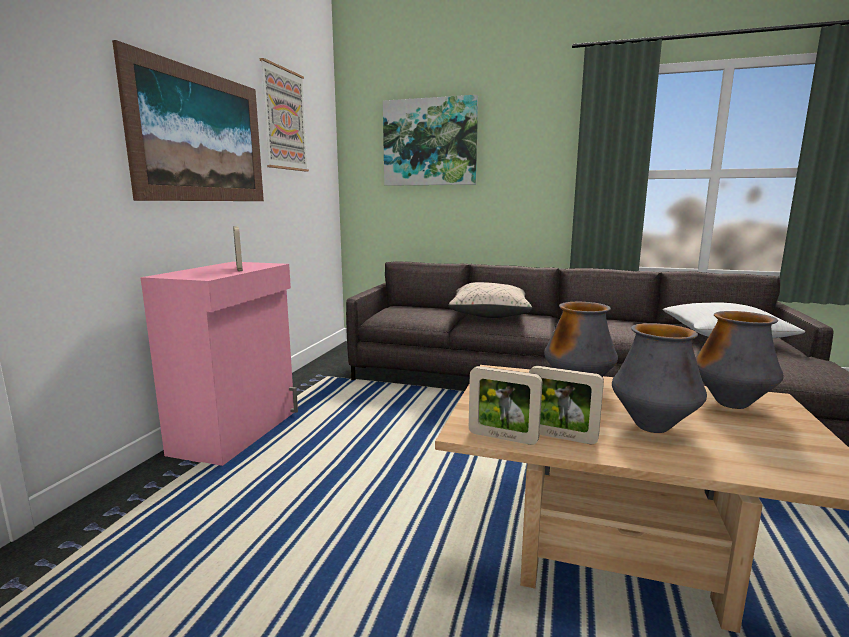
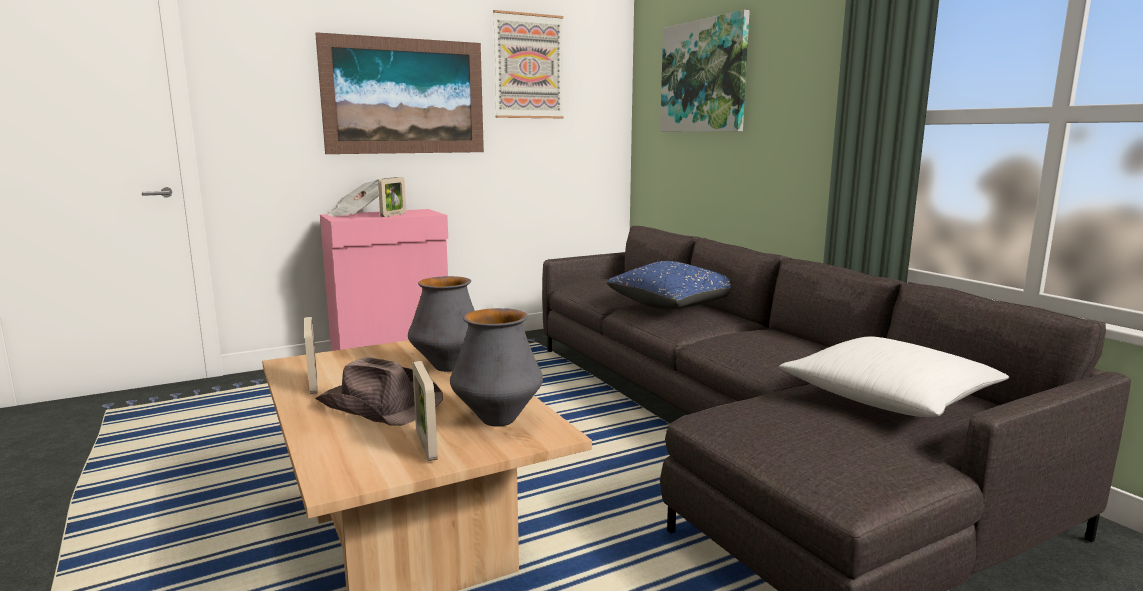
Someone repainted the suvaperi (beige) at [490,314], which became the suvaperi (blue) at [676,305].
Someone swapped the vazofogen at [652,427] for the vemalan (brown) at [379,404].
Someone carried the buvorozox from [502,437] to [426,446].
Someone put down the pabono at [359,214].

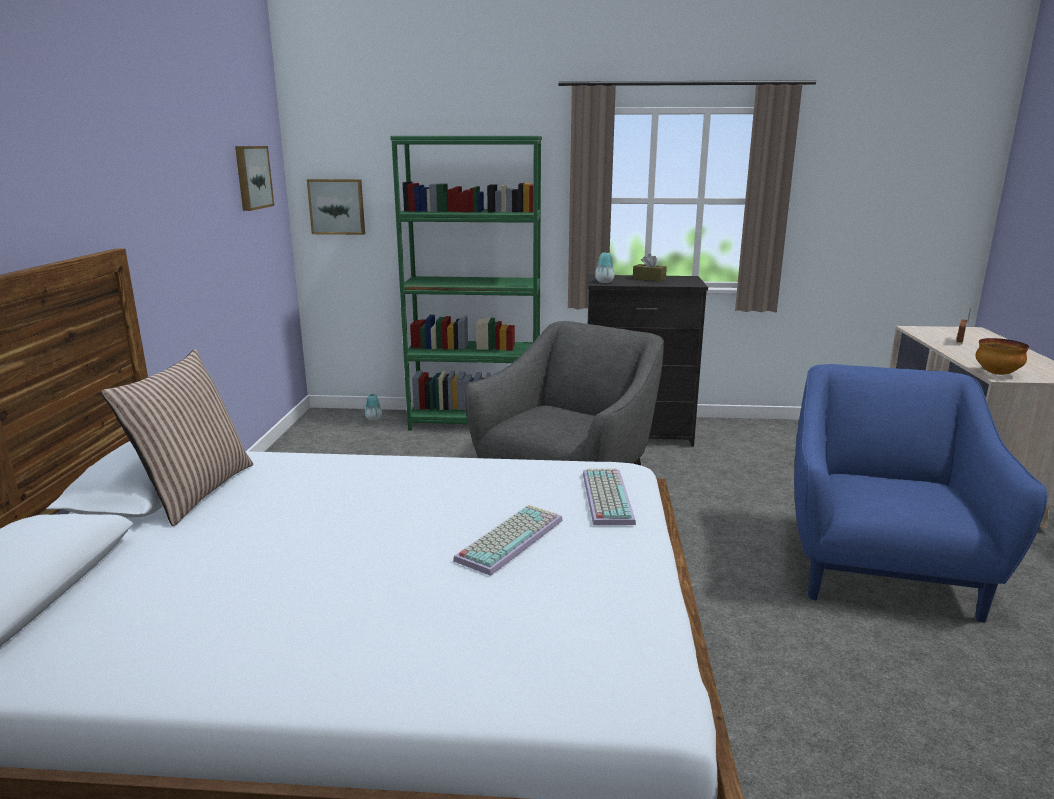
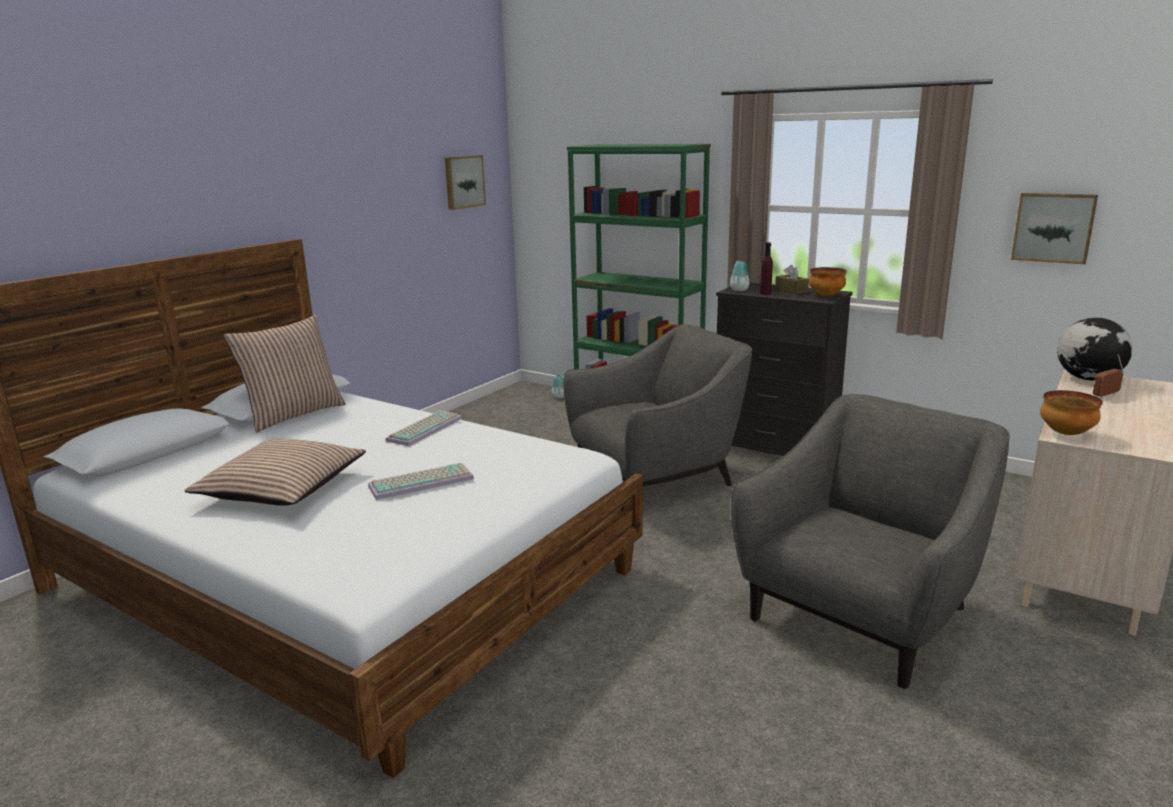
Someone carried the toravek from [337,206] to [1053,227].
Someone repainted the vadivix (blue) at [879,566], which became the vadivix (grey) at [862,614].
Someone carried the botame from [605,497] to [424,429].
Someone put down the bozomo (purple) at [765,293].
Someone put down the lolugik at [826,295].
Someone put down the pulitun at [1088,379].
Someone put down the suvaperi at [282,488].

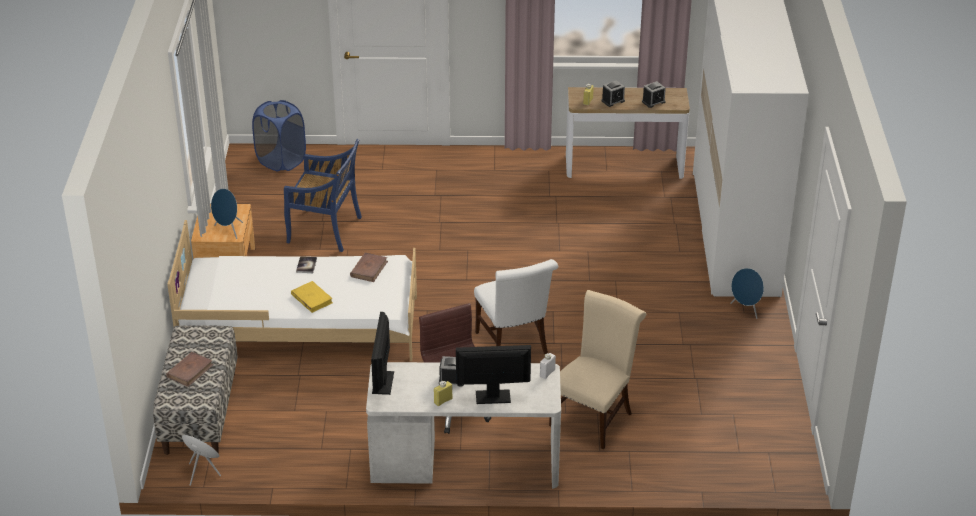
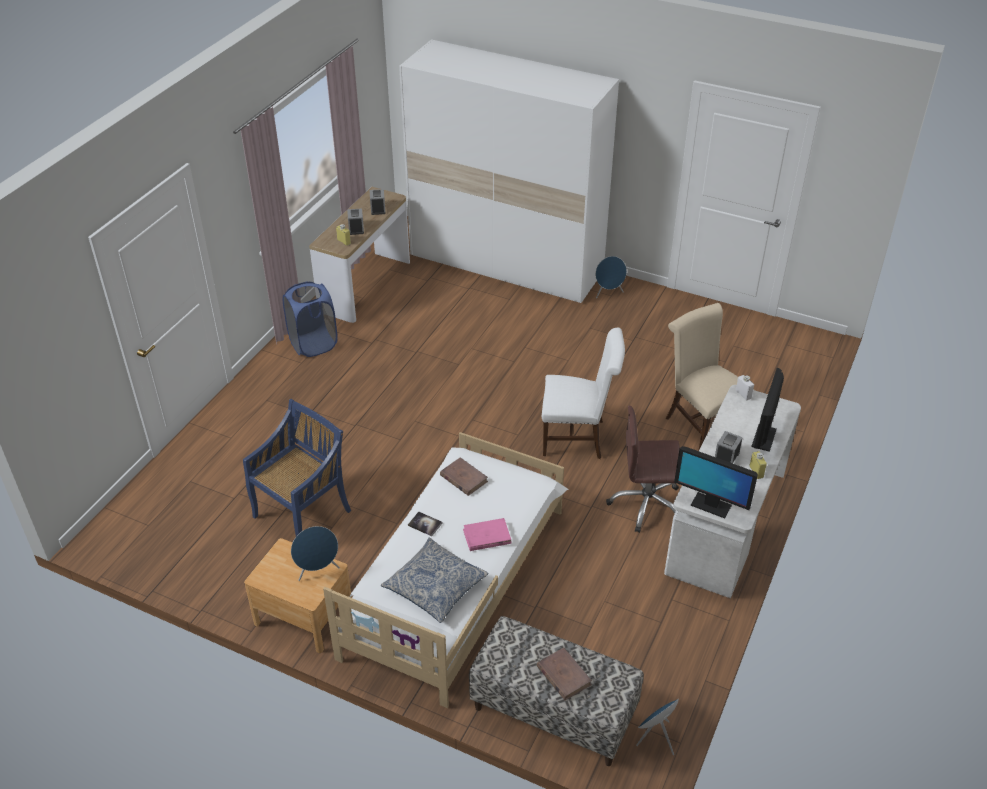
Someone carried the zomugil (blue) from [281,161] to [313,344].
Someone repainted the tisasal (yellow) at [311,299], which became the tisasal (pink) at [486,537].
Someone put down the suvaperi at [435,586].

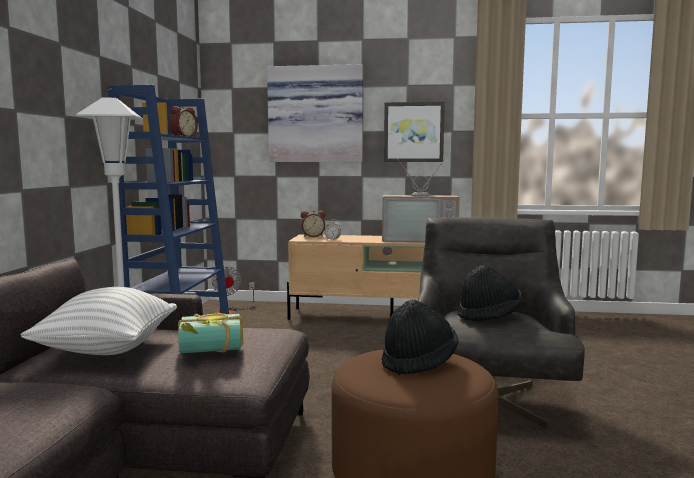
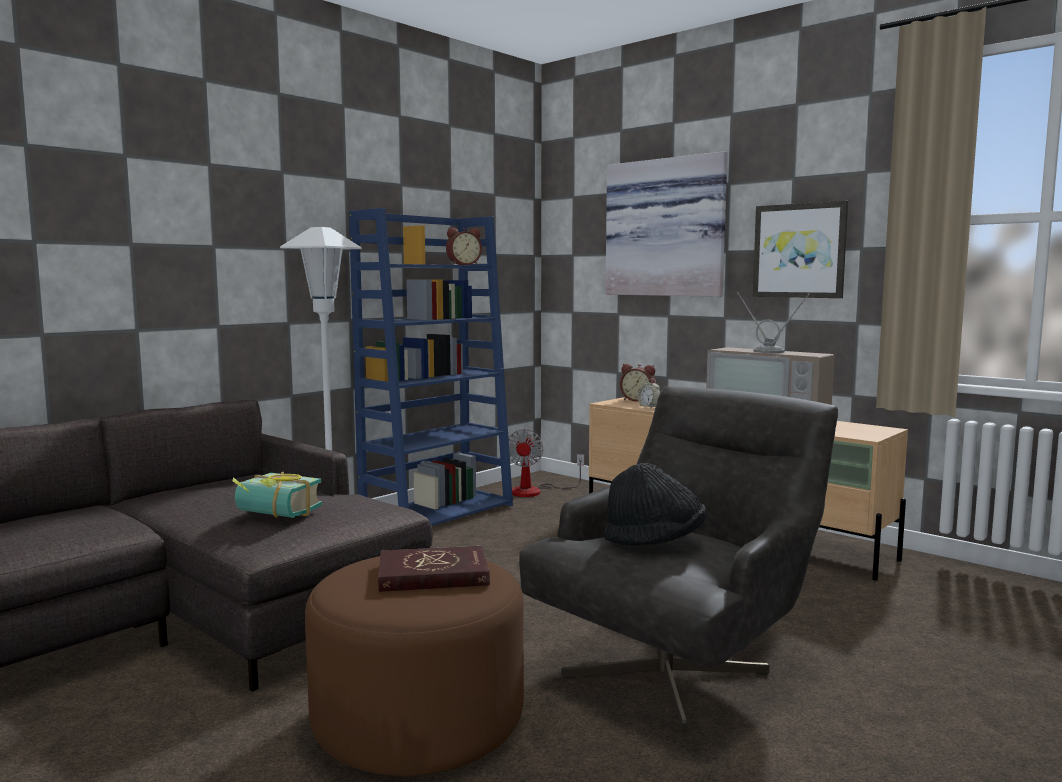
Someone took away the suvaperi (white) at [107,349].
Someone swapped the vemalan (black) at [418,362] for the tisasal (red) at [433,574].

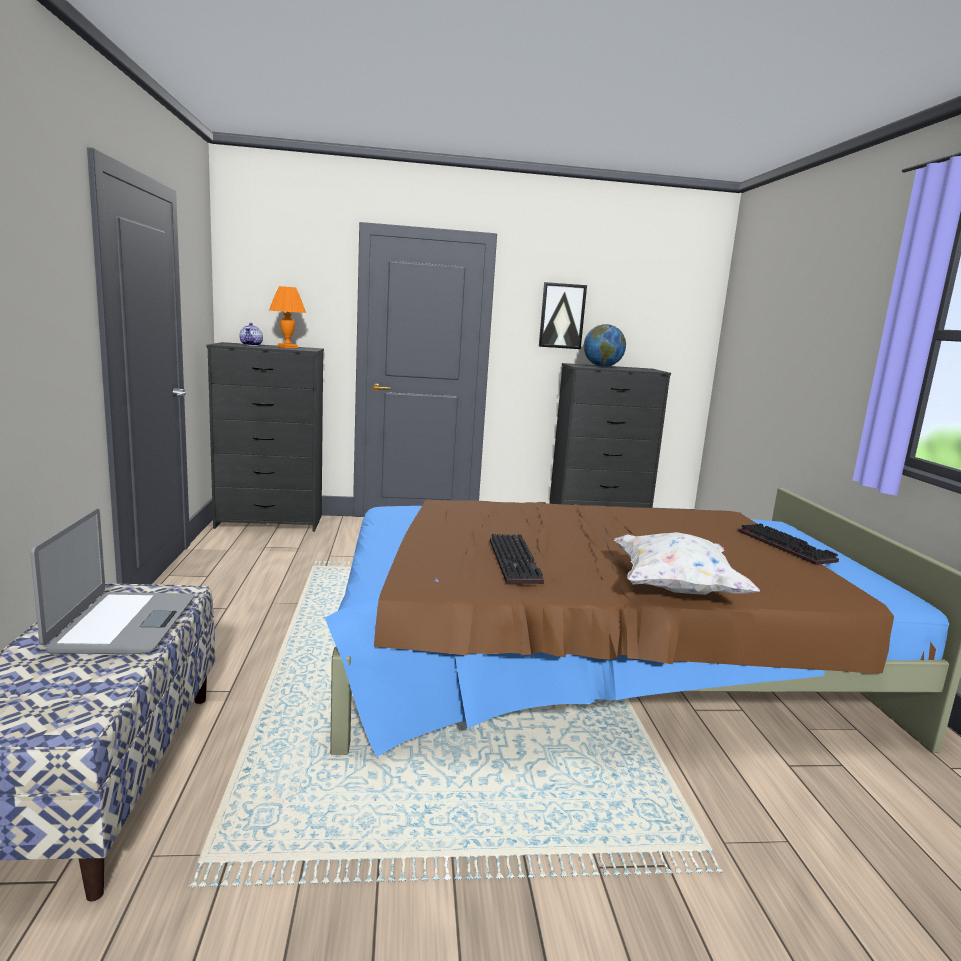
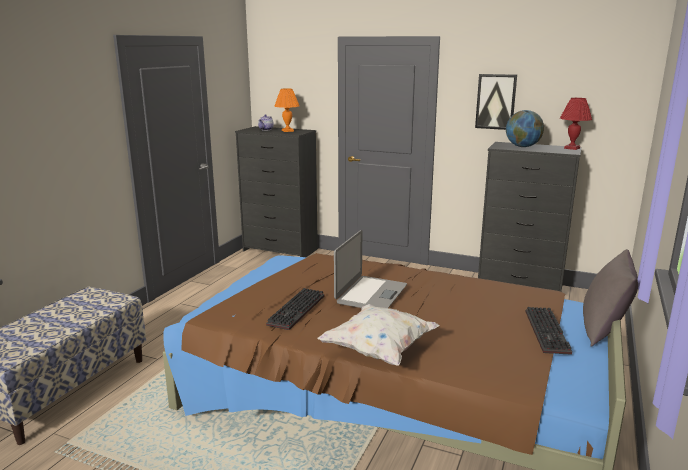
Someone carried the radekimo from [123,624] to [370,294].
Someone put down the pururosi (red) at [572,148].
Someone put down the suvaperi (grey) at [603,330].

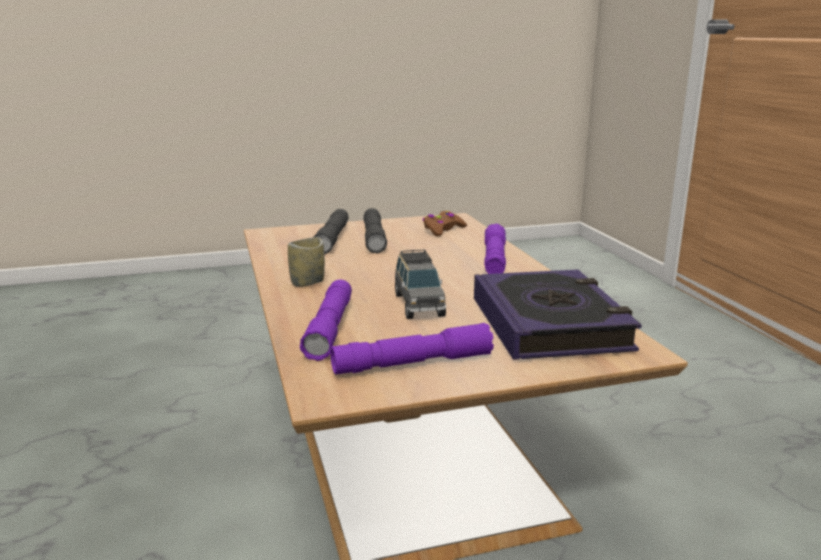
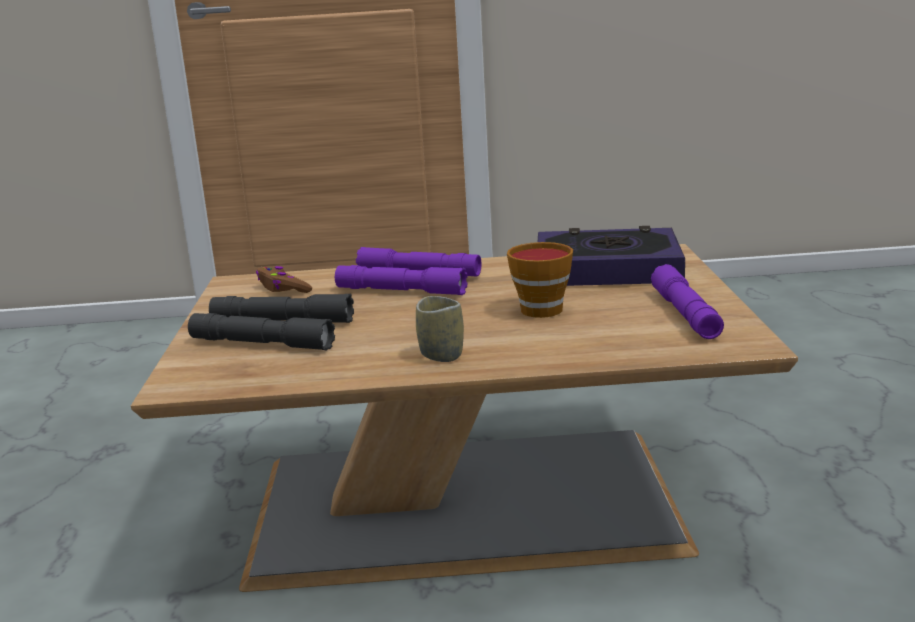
Someone swapped the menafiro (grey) at [418,304] for the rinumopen at [541,308].
Someone carried the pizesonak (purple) from [330,328] to [401,291].

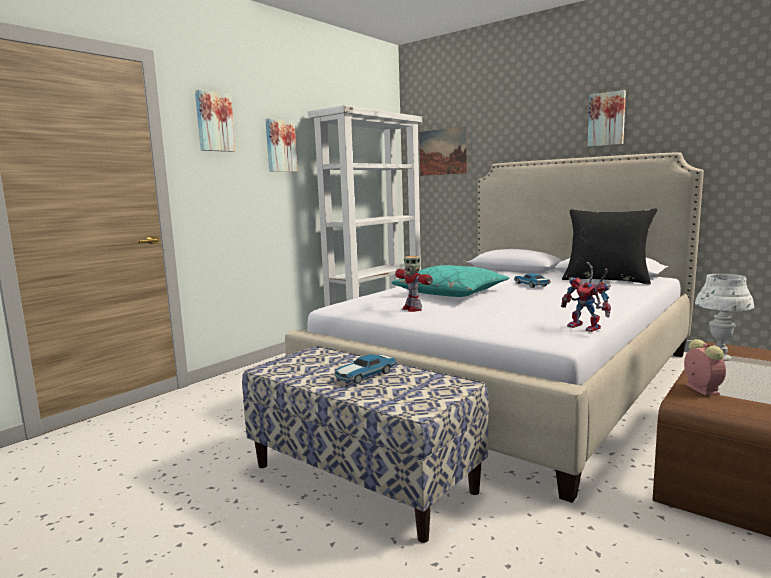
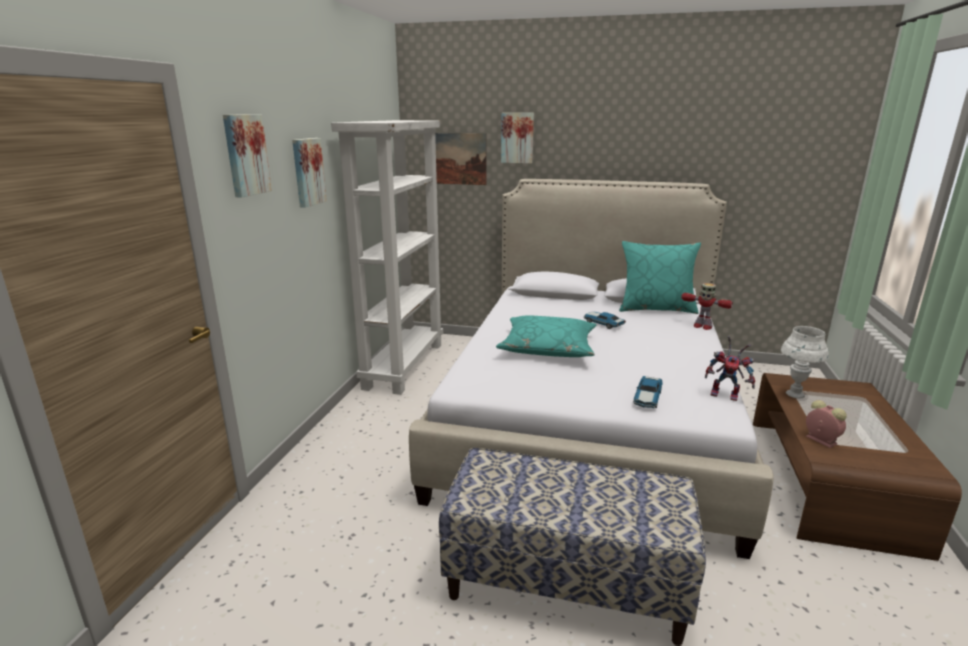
Someone carried the toravek from [606,119] to [517,138].
Someone repainted the suvaperi (black) at [606,280], which became the suvaperi (turquoise) at [656,308].
Someone carried the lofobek from [412,309] to [702,326].
Someone carried the menafiro from [364,375] to [647,398].

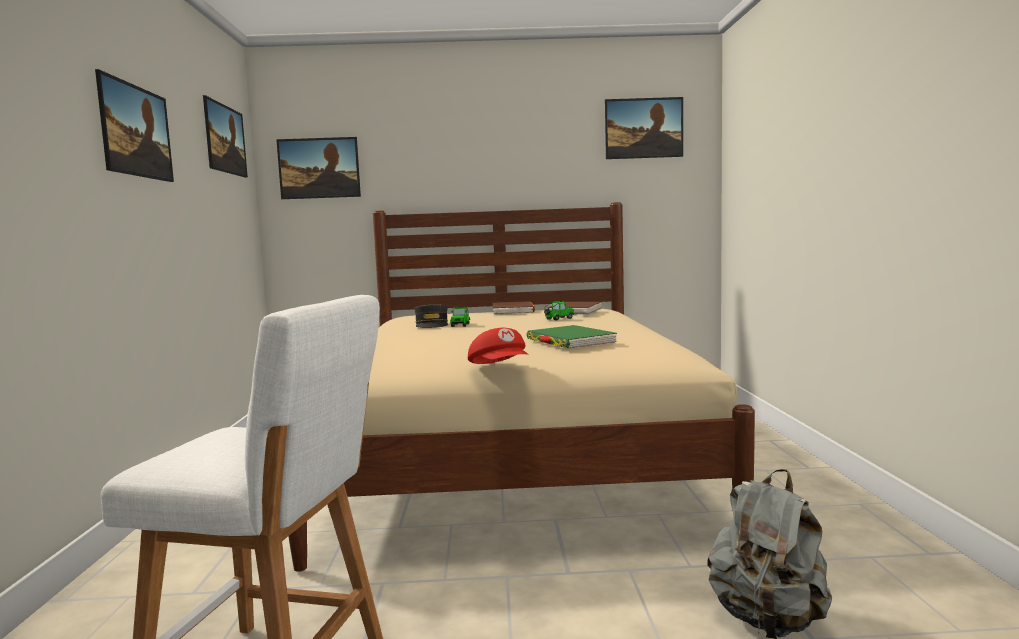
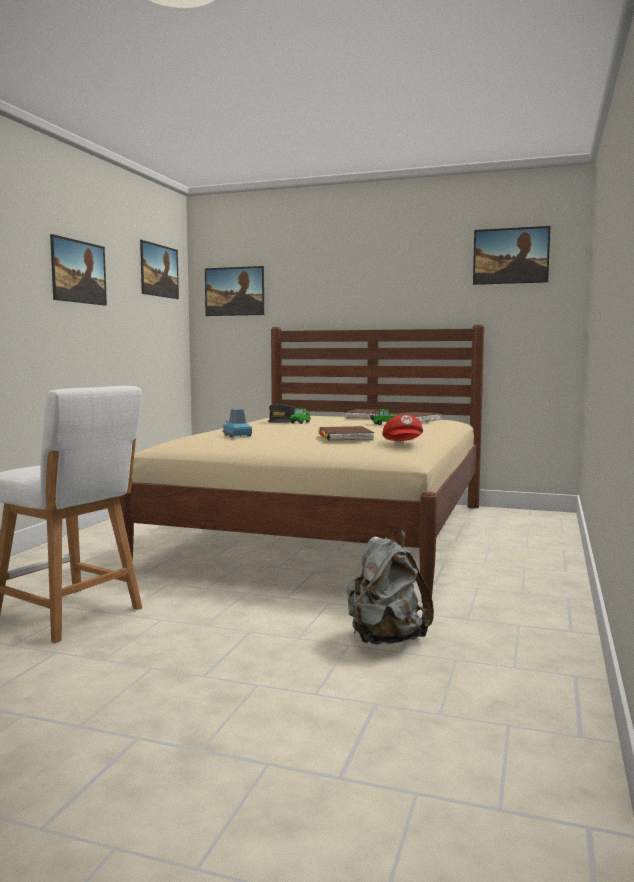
Someone repainted the tisasal (green) at [570,341], which became the tisasal (brown) at [345,437].
Someone carried the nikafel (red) from [500,368] to [404,443].
Someone put down the menafiro (blue) at [237,435].

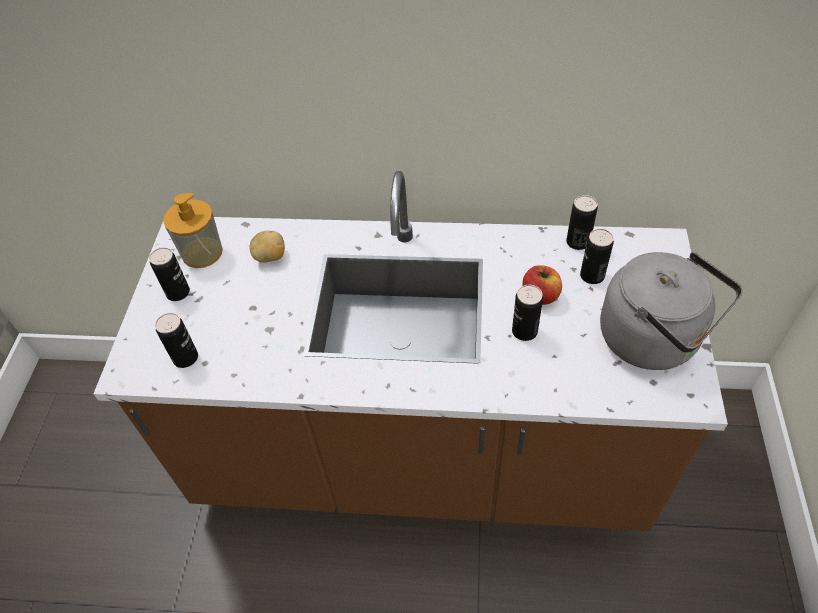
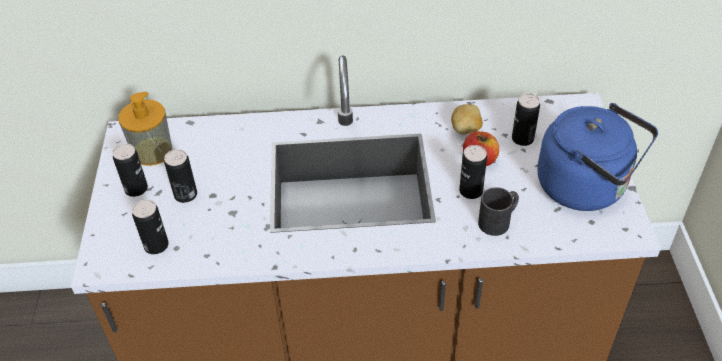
Someone carried the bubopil from [578,242] to [185,195].
Someone carried the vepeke from [270,257] to [466,130].
Someone repainted the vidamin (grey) at [654,340], which became the vidamin (blue) at [586,187].
Someone put down the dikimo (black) at [499,220].

